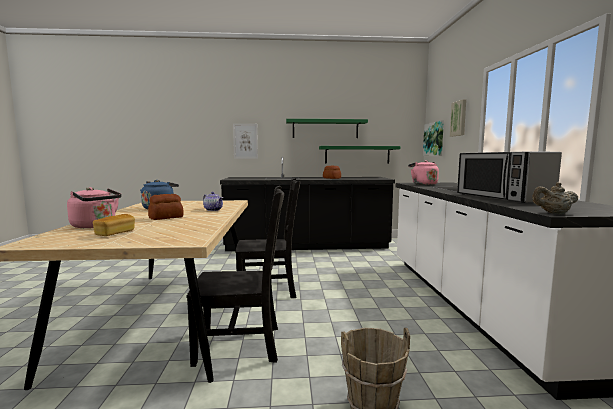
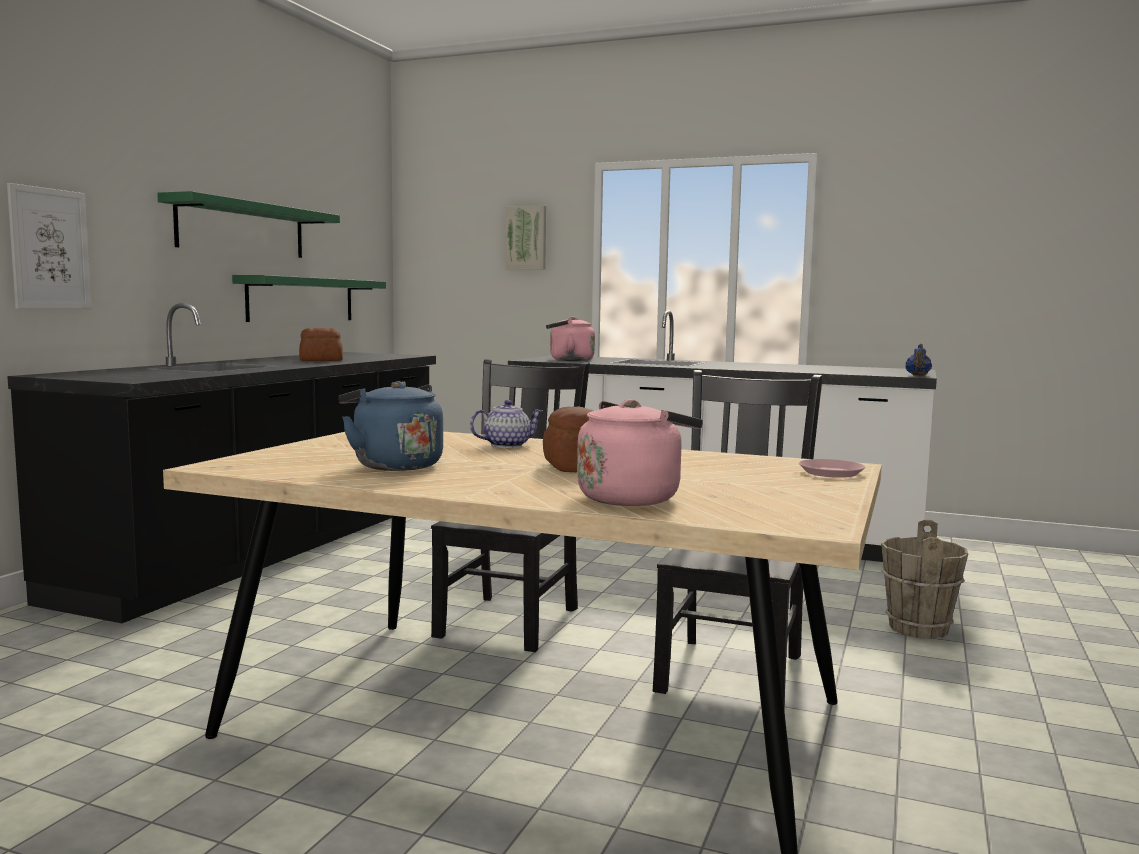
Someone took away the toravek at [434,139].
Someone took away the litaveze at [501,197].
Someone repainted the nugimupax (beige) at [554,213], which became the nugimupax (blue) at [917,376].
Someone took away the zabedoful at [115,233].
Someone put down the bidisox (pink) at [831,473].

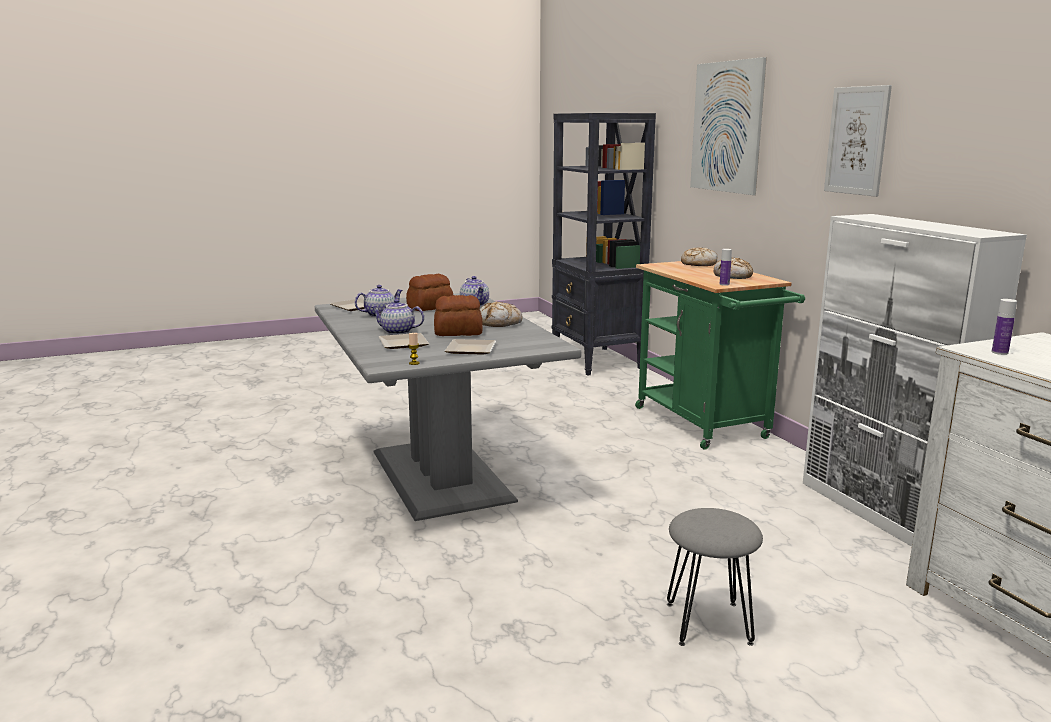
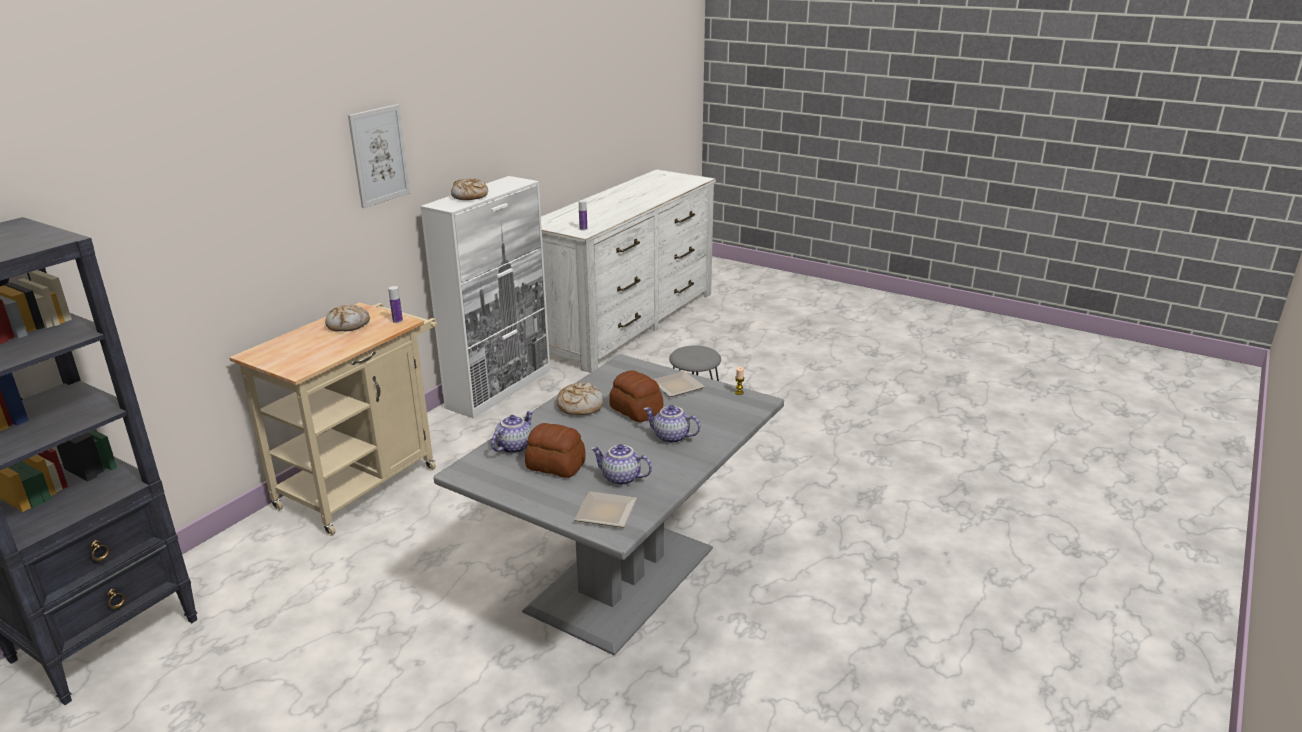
Someone took away the toravek at [726,127].
Someone carried the zabedoful from [698,264] to [470,196].
Someone repainted the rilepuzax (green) at [706,425], which became the rilepuzax (beige) at [364,483].
Someone rotated the nugimupax at [397,332] by 135 degrees clockwise.
Someone took away the bidisox at [405,344].

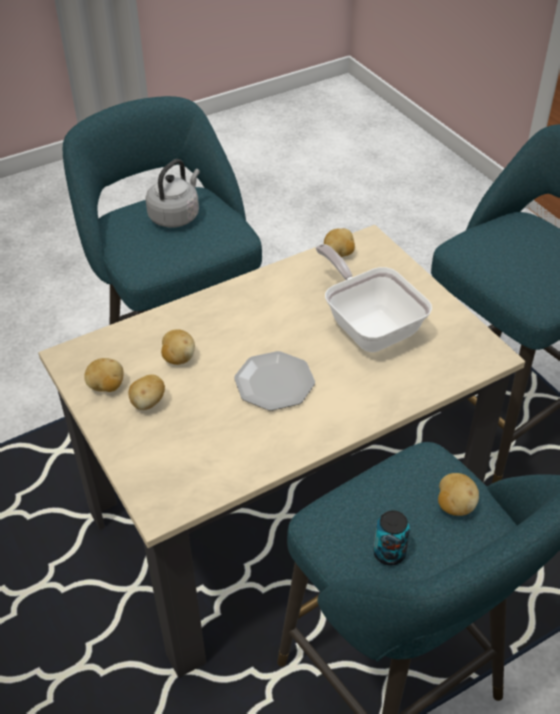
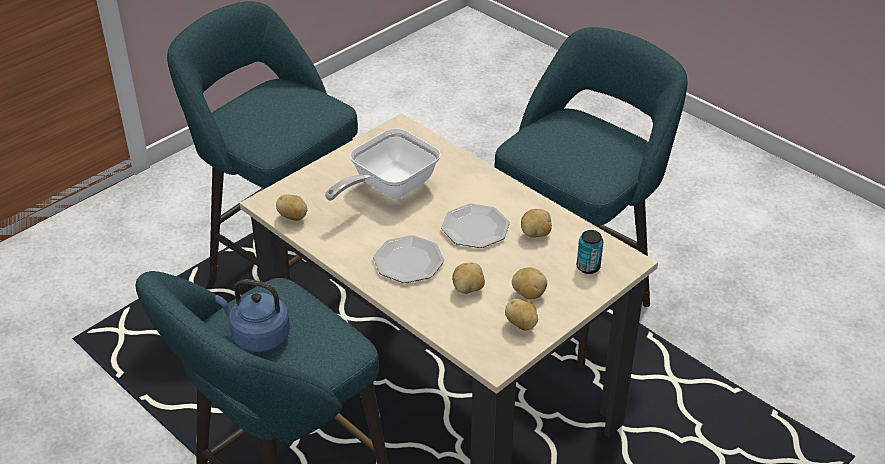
Someone repainted the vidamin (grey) at [176,216], which became the vidamin (blue) at [257,336].
Someone carried the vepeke from [454,505] to [535,234].
Someone carried the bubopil from [389,553] to [588,267].
Someone put down the bidisox at [408,262].

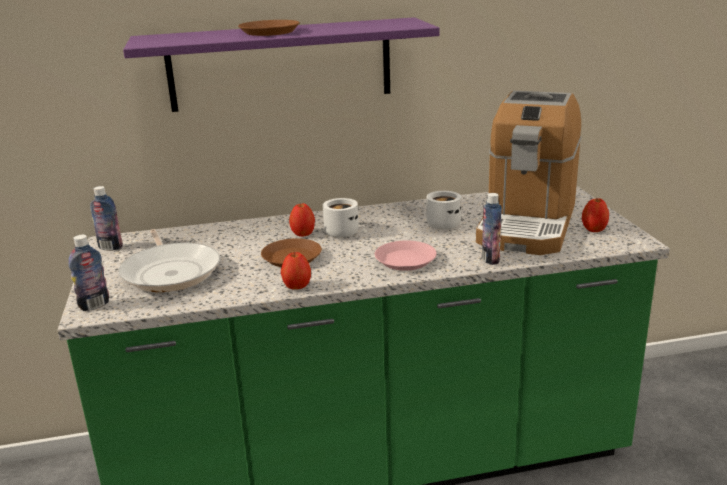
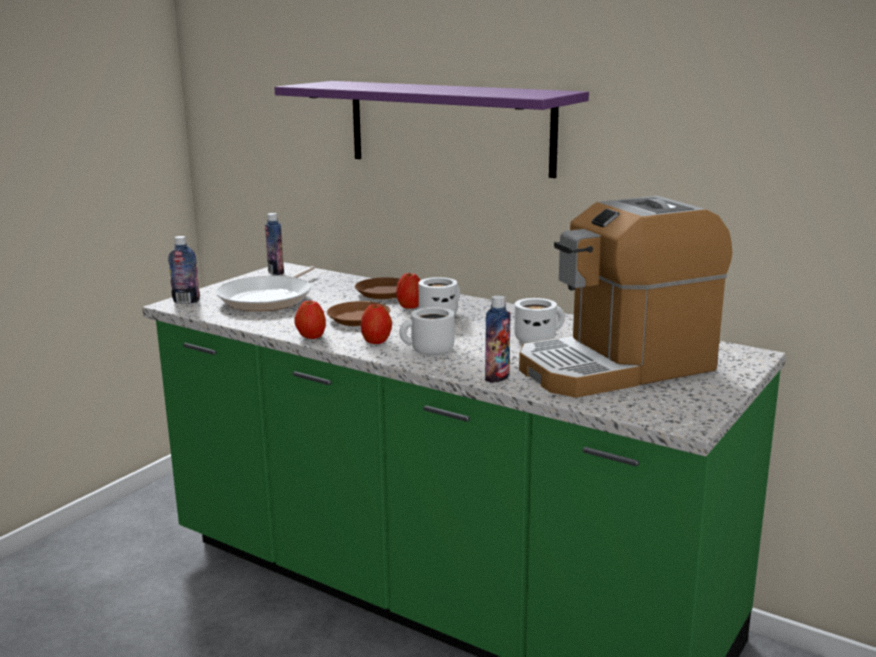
Someone carried the bidisox (brown) from [270,32] to [384,293].
Someone carried the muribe from [594,229] to [376,341].
Someone swapped the bidisox (pink) at [405,260] for the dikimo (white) at [429,351].

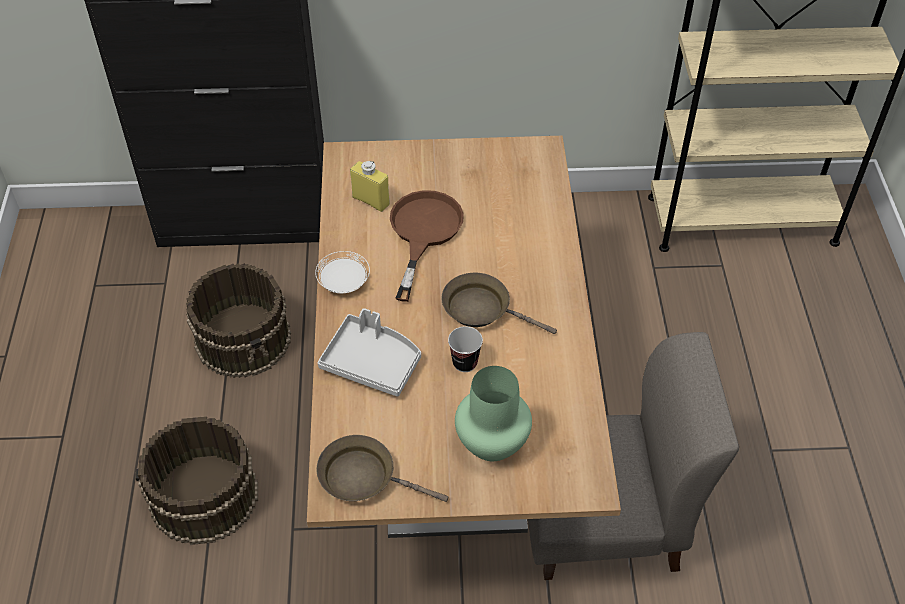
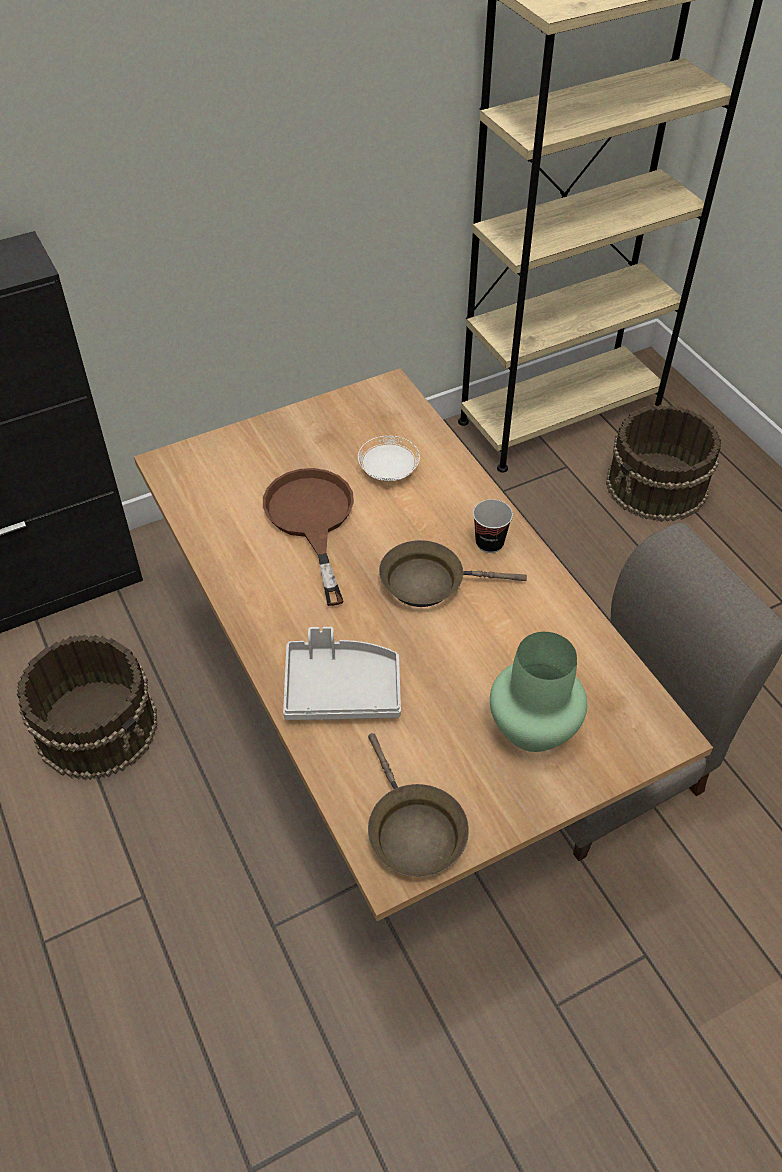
Someone took away the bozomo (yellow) at [371,201].
Someone carried the bidisox (white) from [343,282] to [388,471].
Someone carried the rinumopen from [465,363] to [489,543].
Someone carried the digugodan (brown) from [204,498] to [657,486].
Someone rotated the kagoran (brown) at [363,477] by 105 degrees counterclockwise.

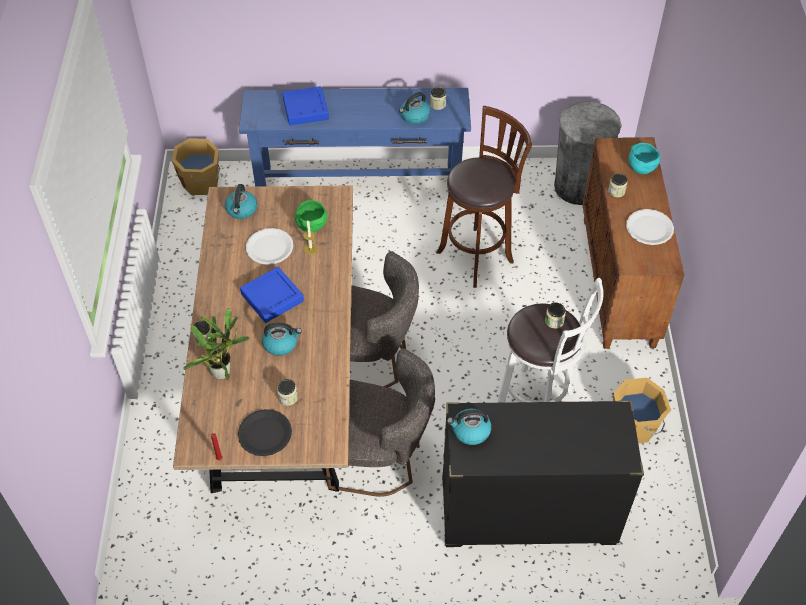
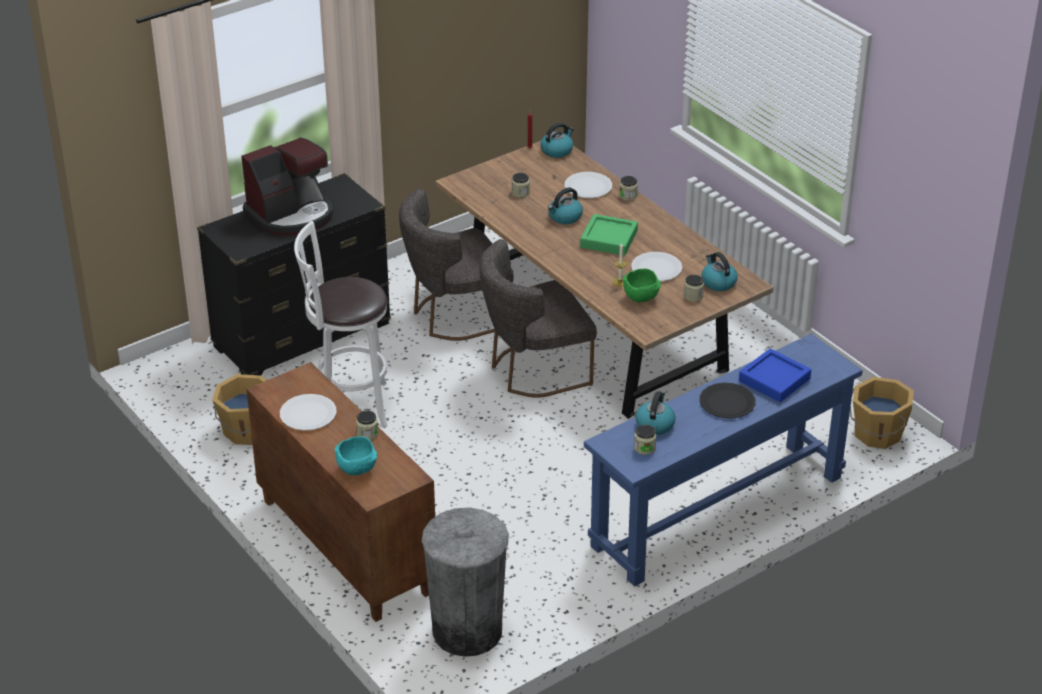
Someone took away the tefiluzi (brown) at [478,255].
Someone repainted the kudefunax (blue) at [272,298], which became the kudefunax (green) at [609,239].
Someone carried the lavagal from [554,321] to [693,296].
Someone swapped the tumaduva at [223,371] for the bidisox (white) at [588,186].
Someone carried the vidamin from [470,431] to [557,150].
Someone carried the bidisox (black) from [264,433] to [727,402].
Someone put down the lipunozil at [291,214].

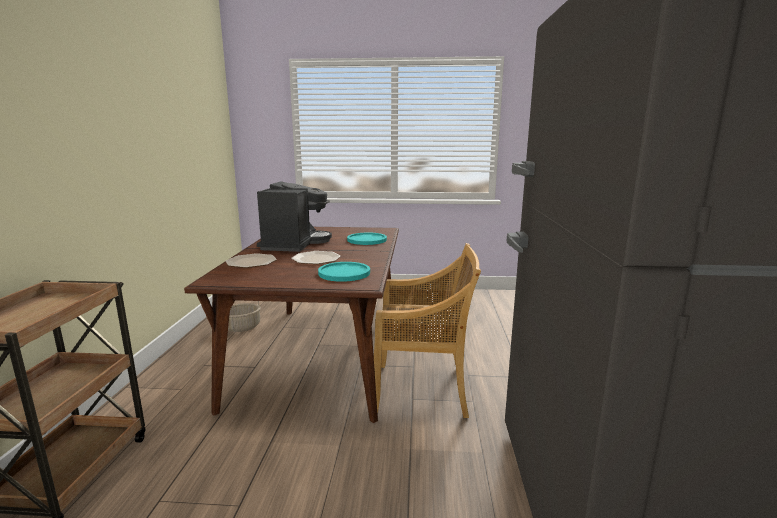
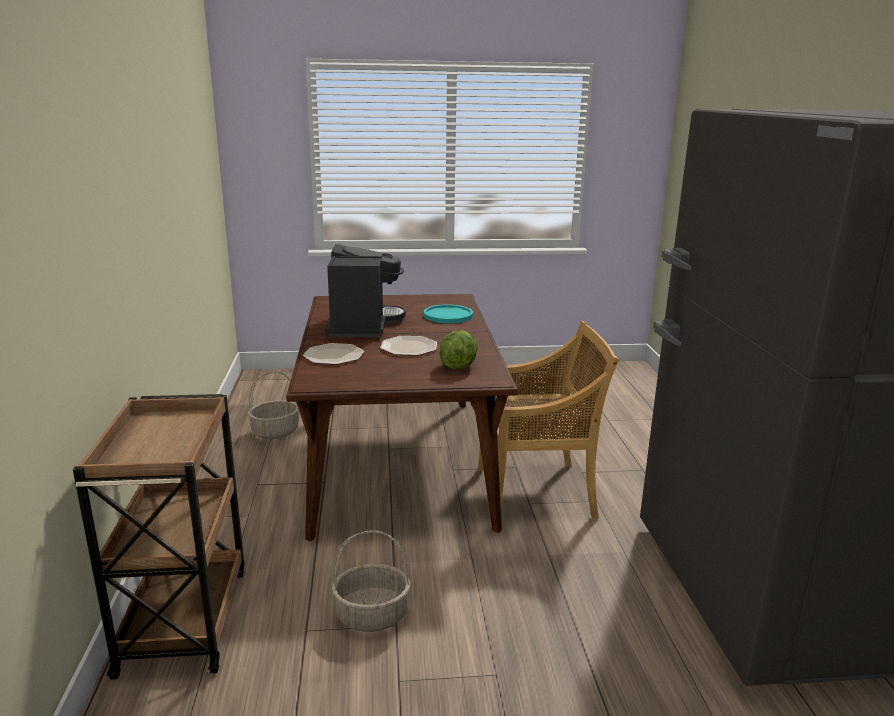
Someone swapped the bidisox (turquoise) at [344,273] for the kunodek at [458,366].
Someone put down the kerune at [371,616].

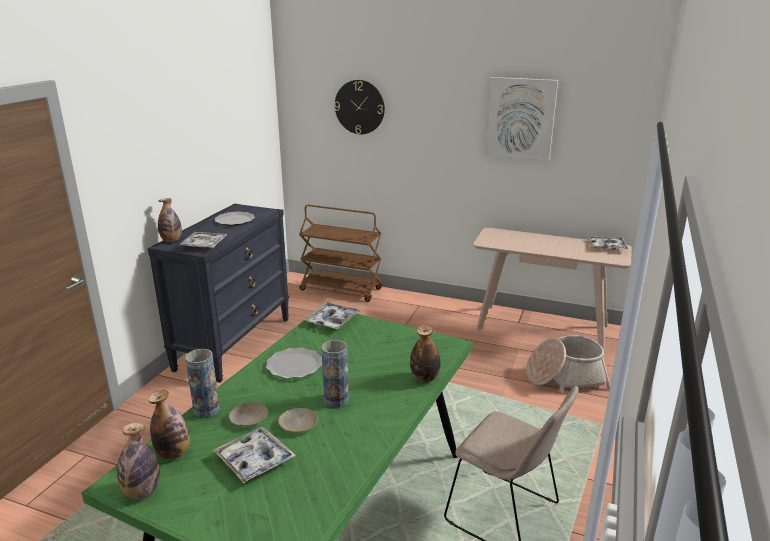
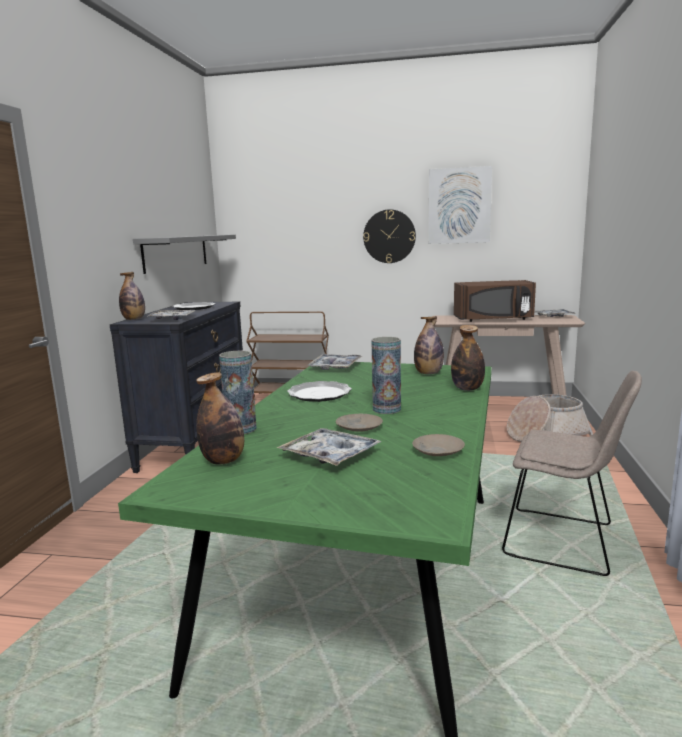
Someone carried the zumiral from [359,107] to [389,236].
Someone carried the bidisox (beige) from [248,418] to [437,451].
Someone carried the bozomo from [142,492] to [428,373].
Someone put up the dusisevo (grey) at [176,252].
Someone put down the litaveze (brown) at [494,319].

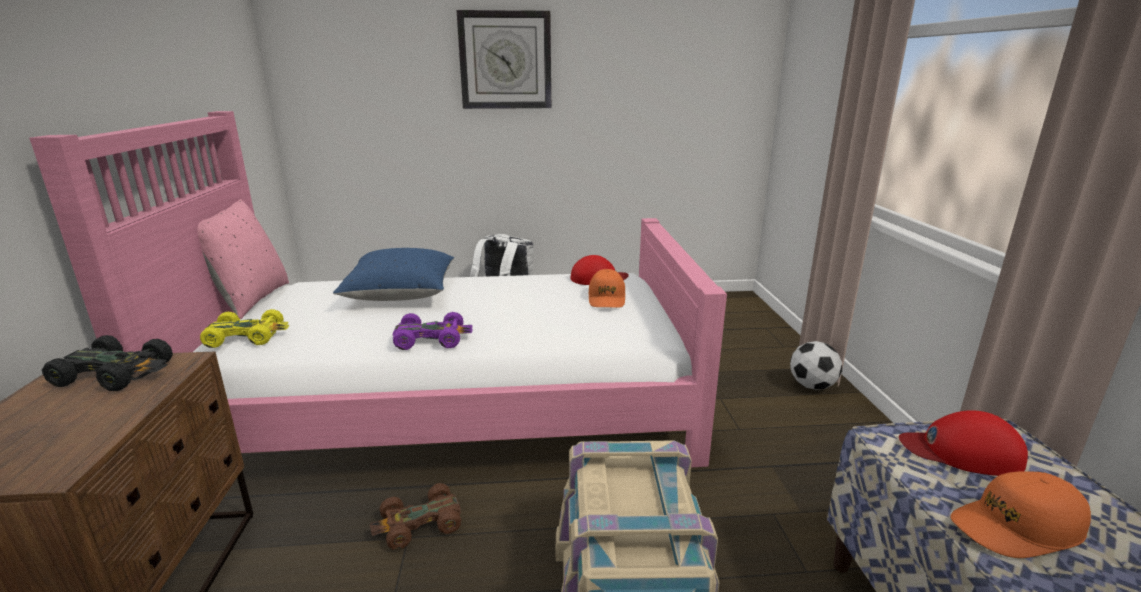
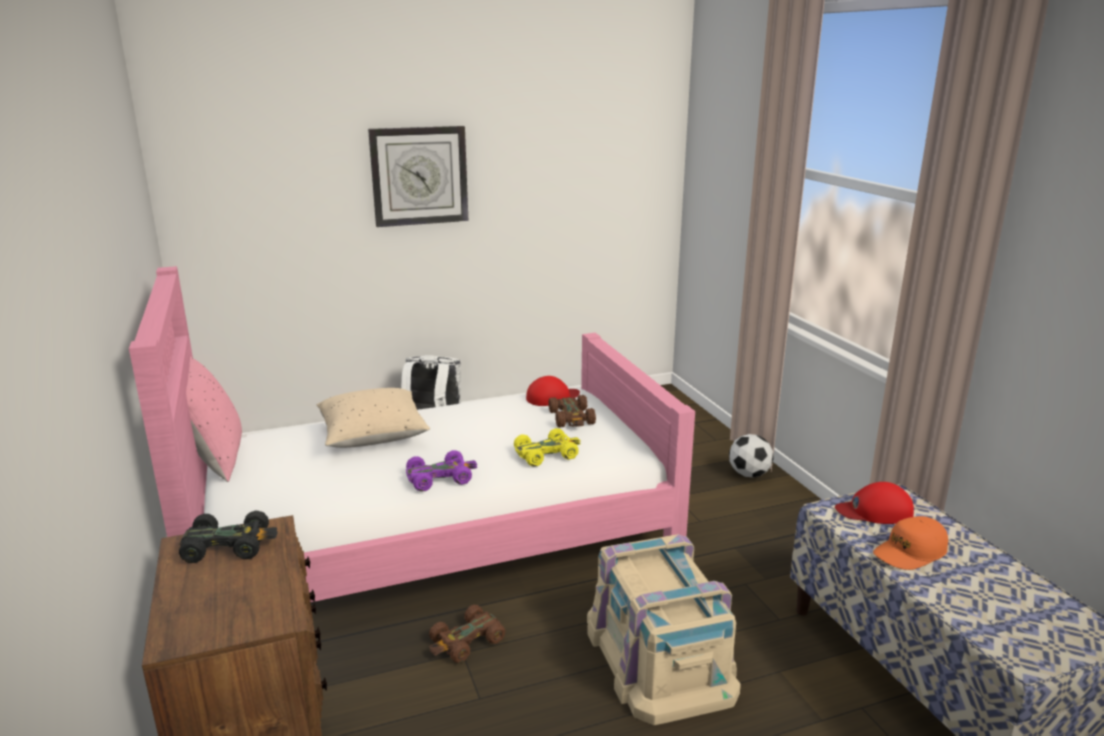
Someone repainted the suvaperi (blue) at [401,294], which became the suvaperi (beige) at [373,436].
Someone swapped the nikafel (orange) at [607,298] for the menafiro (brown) at [572,418].
Someone carried the menafiro (yellow) from [247,337] to [547,454].

